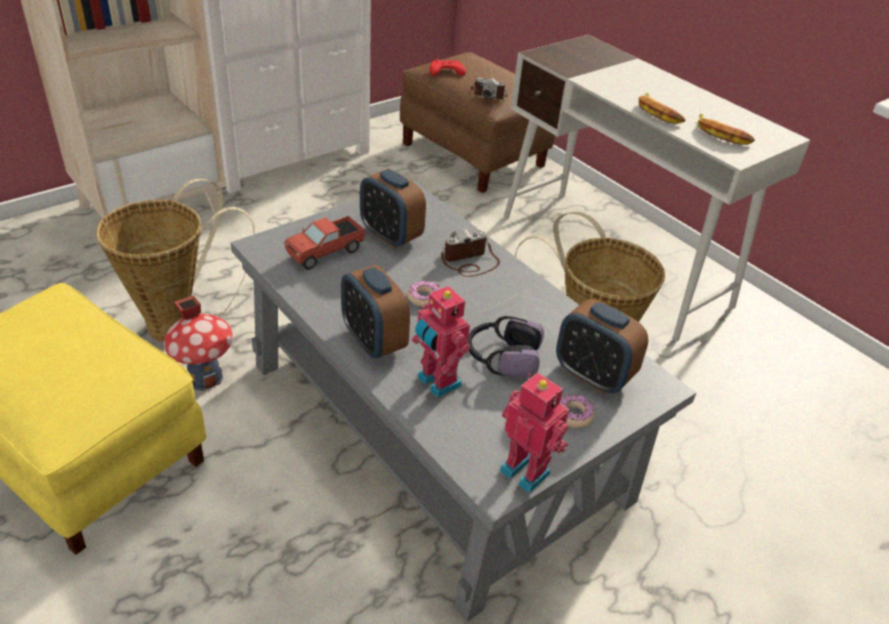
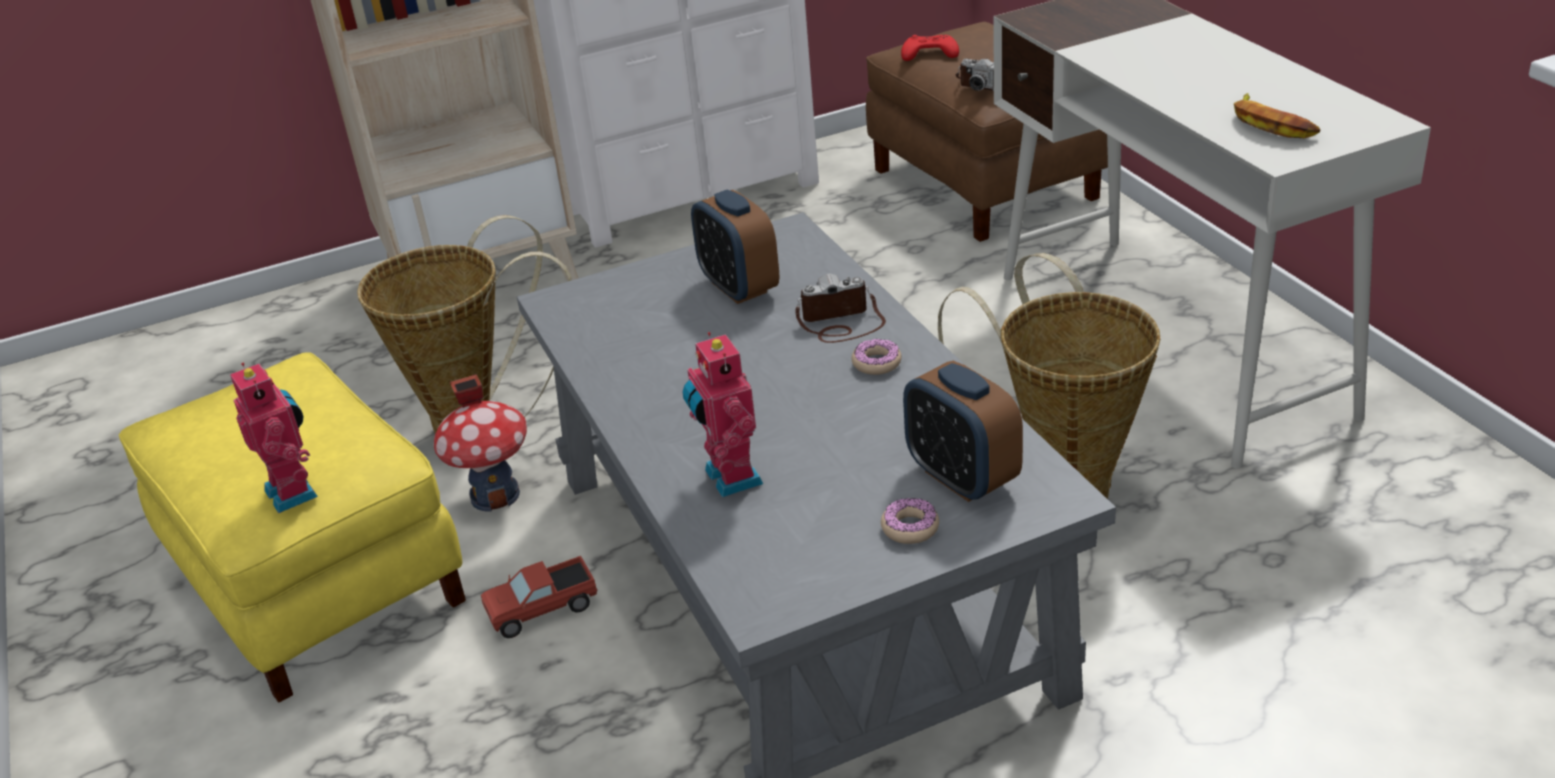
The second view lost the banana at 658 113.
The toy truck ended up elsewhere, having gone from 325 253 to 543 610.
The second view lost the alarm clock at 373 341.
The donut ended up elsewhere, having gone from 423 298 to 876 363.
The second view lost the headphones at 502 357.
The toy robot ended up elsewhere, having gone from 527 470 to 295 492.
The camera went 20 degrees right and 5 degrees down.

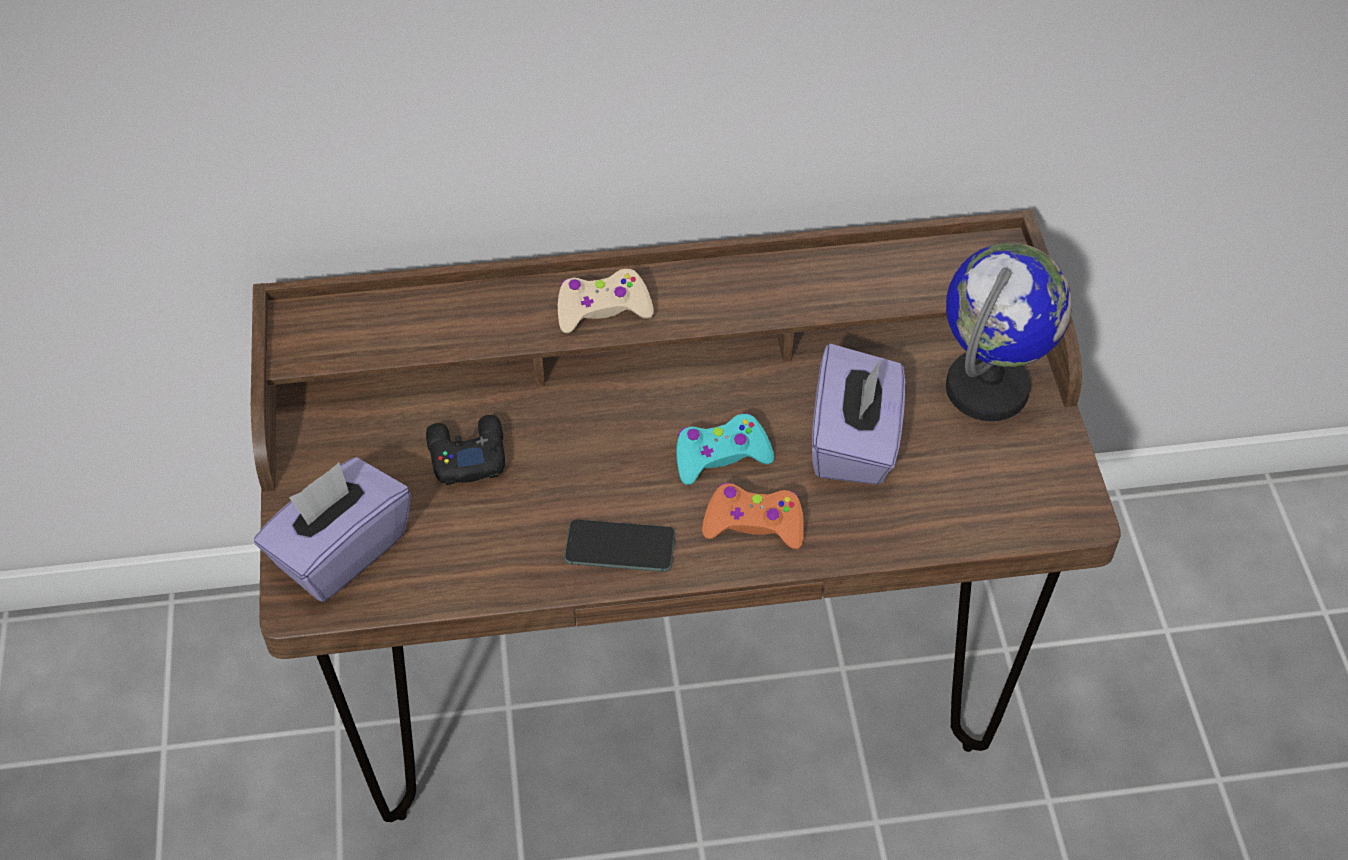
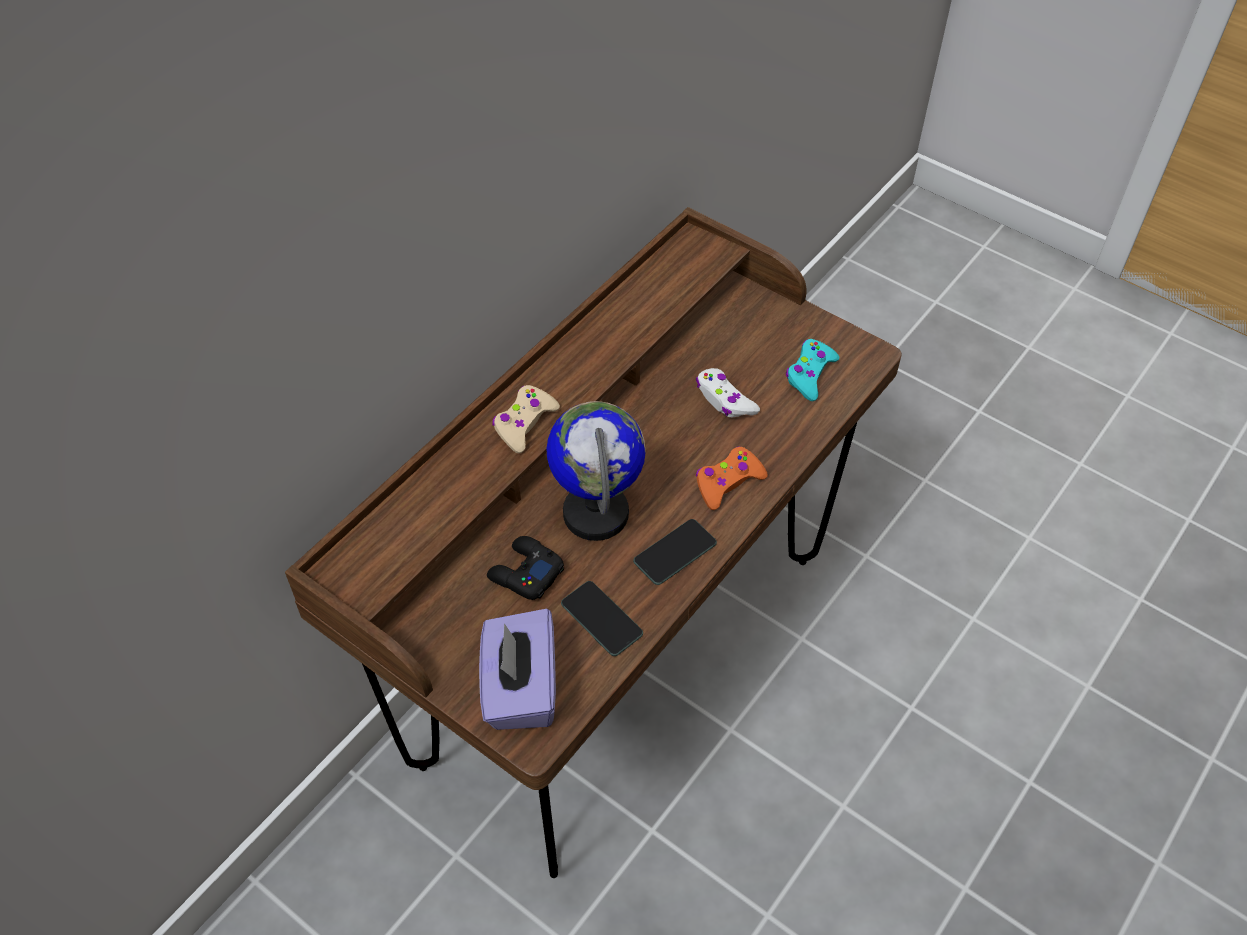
The globe ended up elsewhere, having gone from 988 388 to 596 513.
Where the tissue box in purple stood at 854 442, the game controller in white came to stand at 724 400.
The game controller in turquoise ended up elsewhere, having gone from 720 456 to 809 374.
The second view gained the phone at 601 619.
The camera went 45 degrees left and 0 degrees up.

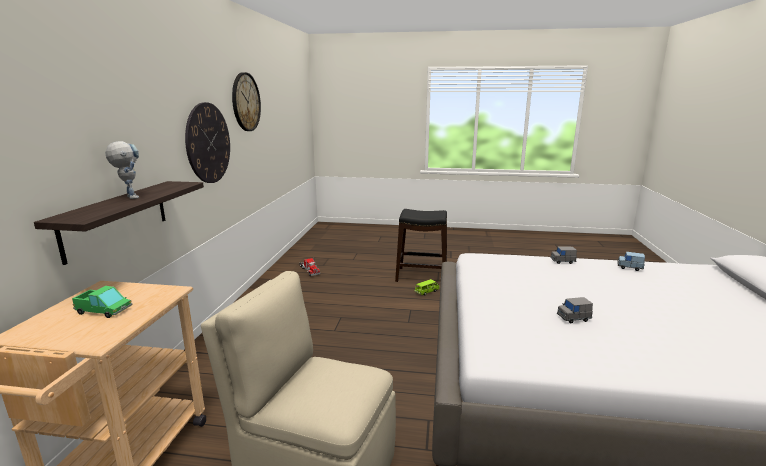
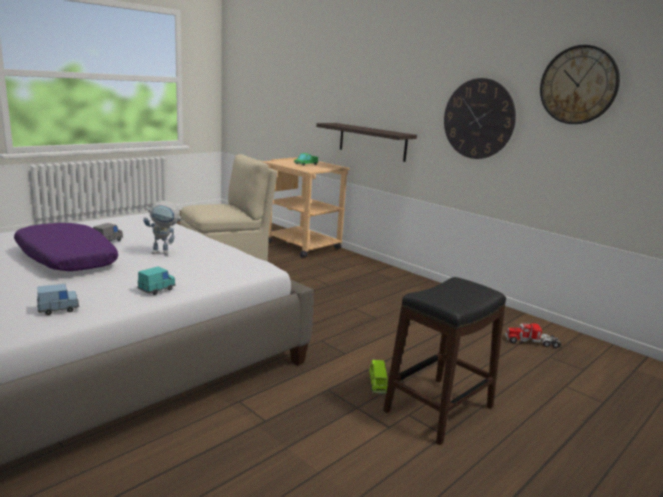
The toy robot ended up elsewhere, having gone from 130 196 to 165 252.
What was the toy car in grey at 562 261 turned into the toy car in turquoise at 157 289.
The second view gained the pillow in purple at 65 259.
The camera went 125 degrees right and 0 degrees up.

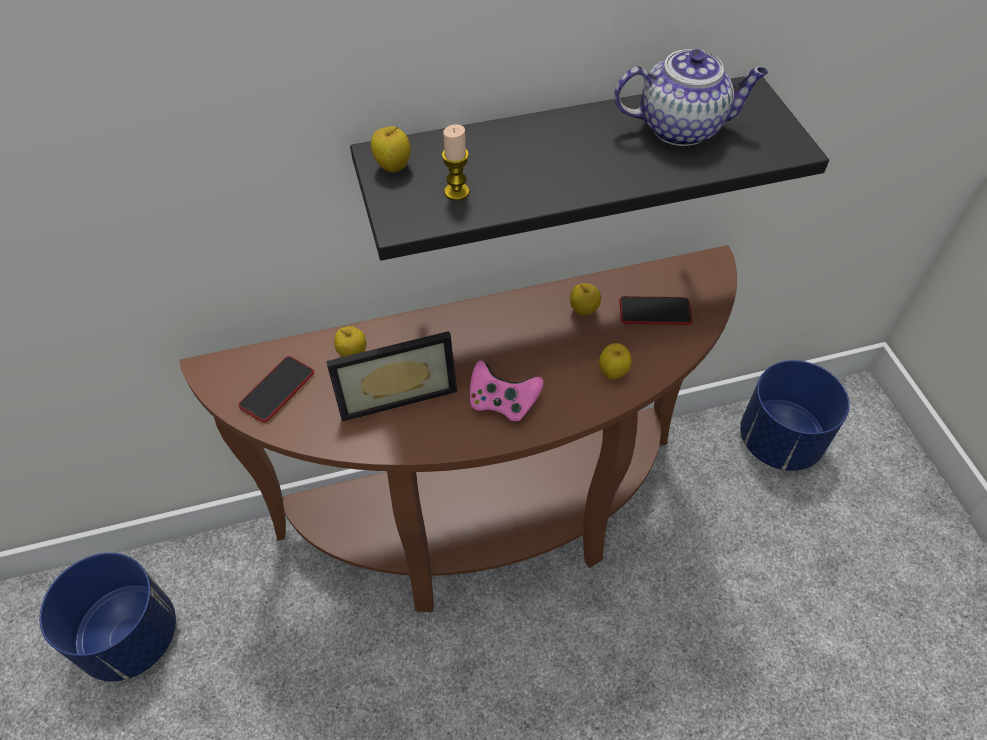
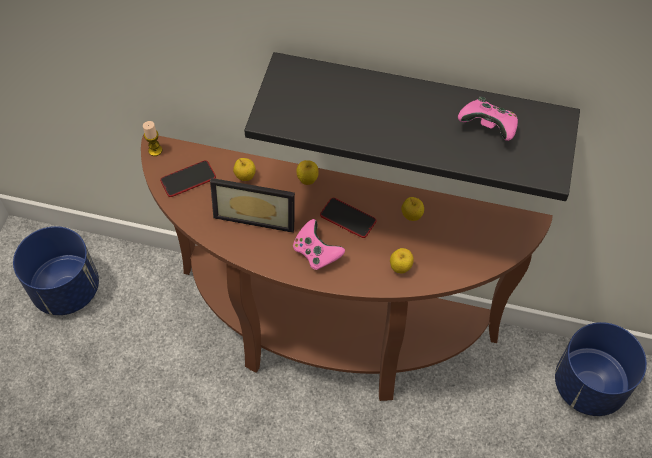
Where the teapot stood at 682 127, the game controller in pink came to stand at 488 128.
The candle ended up elsewhere, having gone from 457 192 to 155 150.
The apple ended up elsewhere, having gone from 393 167 to 307 180.
The phone ended up elsewhere, having gone from 655 311 to 348 218.
The camera went 30 degrees right and 5 degrees up.

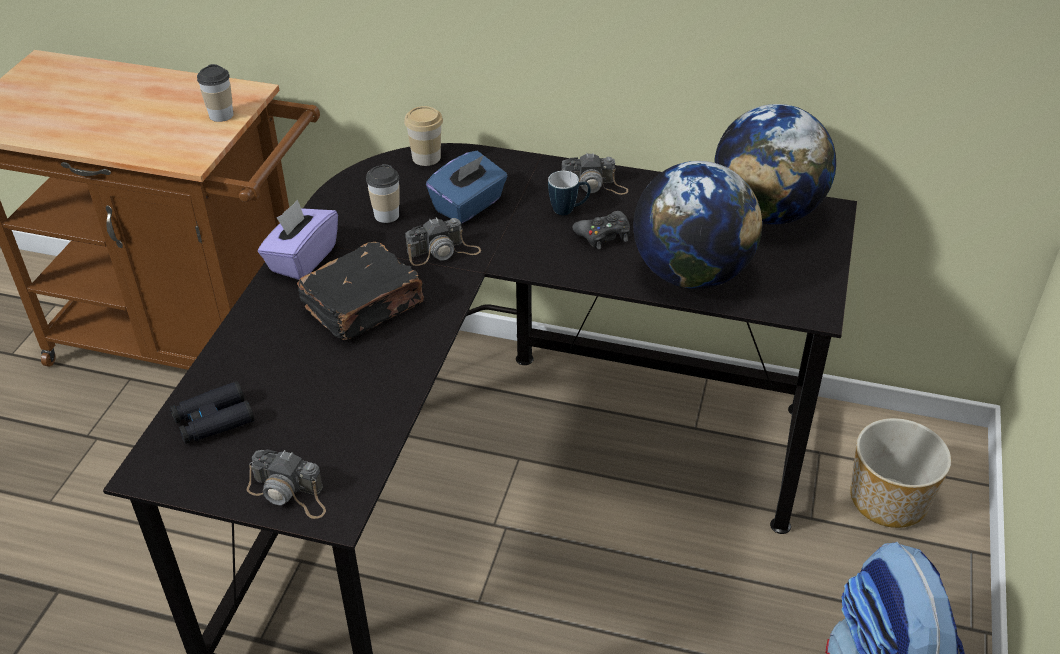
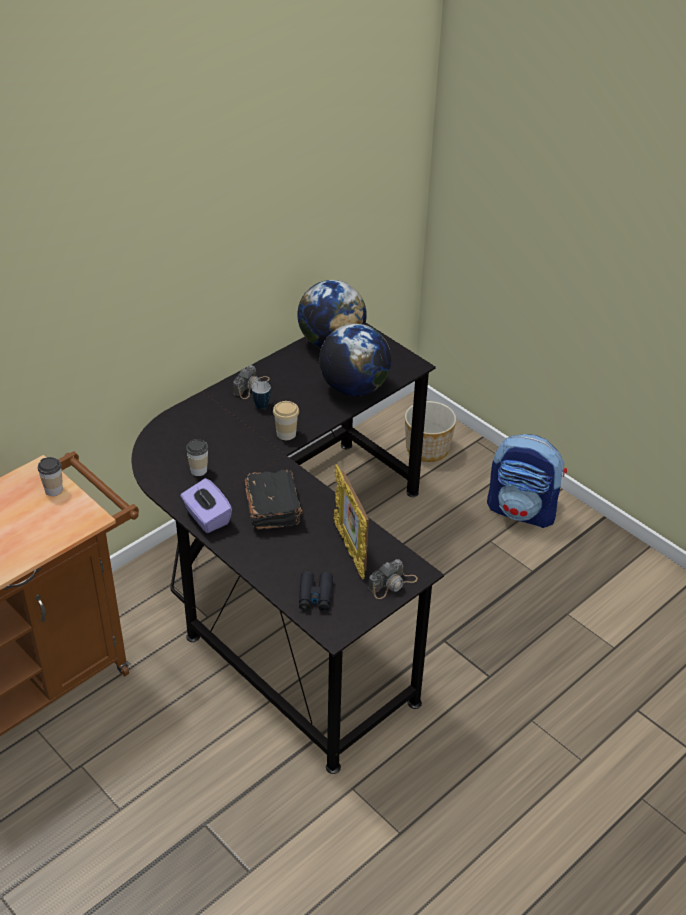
The cup ended up elsewhere, having gone from 426 157 to 286 434.
The second view lost the tissue box in blue at 469 205.
The second view lost the game controller in black at 604 235.
The second view lost the photo camera at 443 252.
The second view gained the picture frame at 350 550.
The camera went 60 degrees left and 0 degrees up.

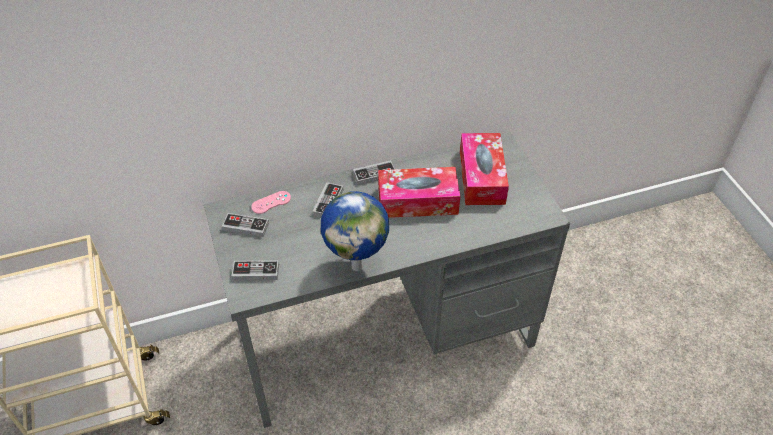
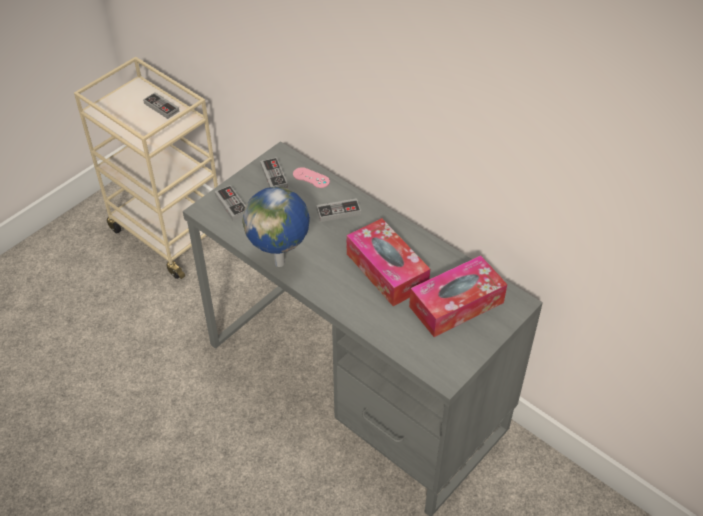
The game controller ended up elsewhere, having gone from 374 174 to 161 107.
The camera went 60 degrees right and 0 degrees up.

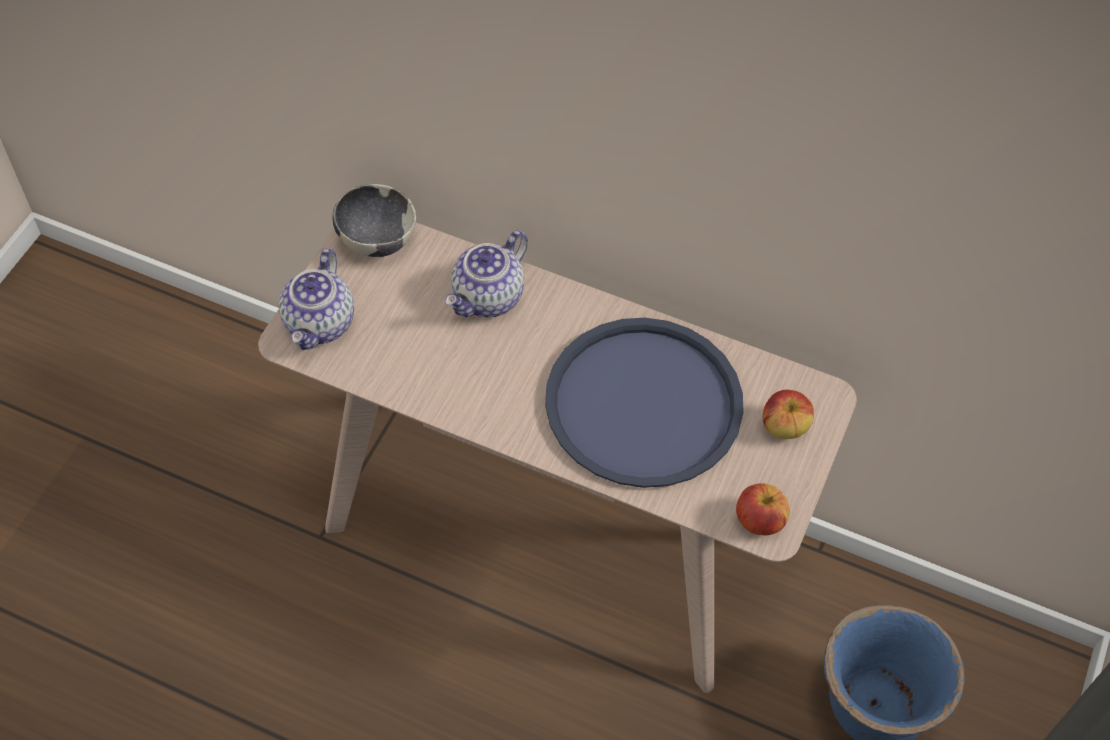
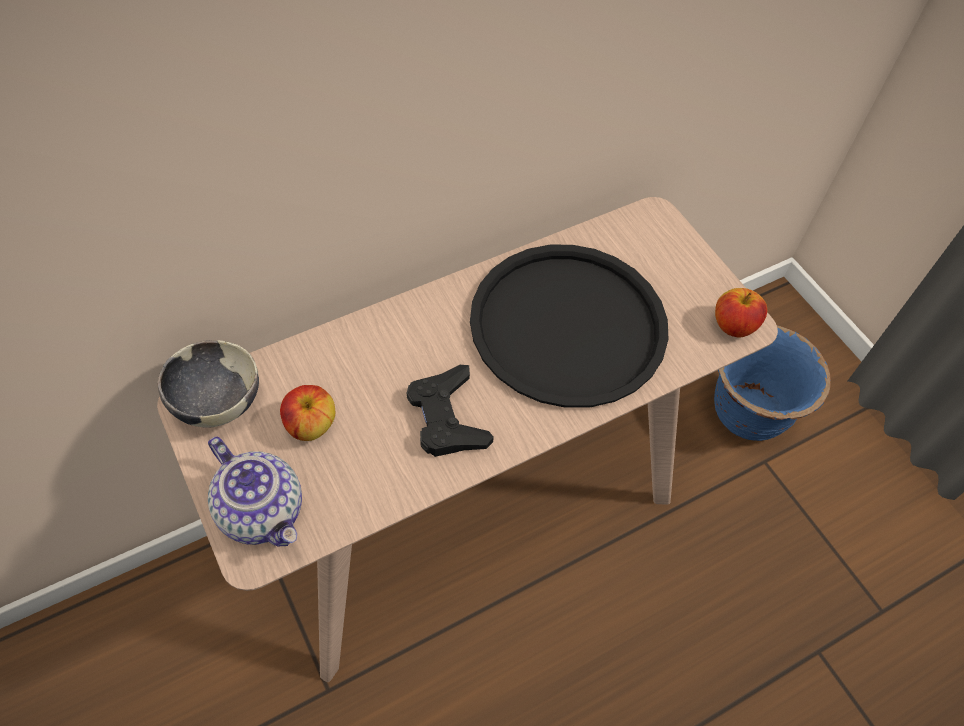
The second view lost the teapot at 488 298.
What was the tray in blue at 643 403 turned into the tray in black at 567 325.
The apple ended up elsewhere, having gone from 784 427 to 310 425.
The second view gained the game controller in black at 447 417.
The camera went 55 degrees left and 0 degrees up.

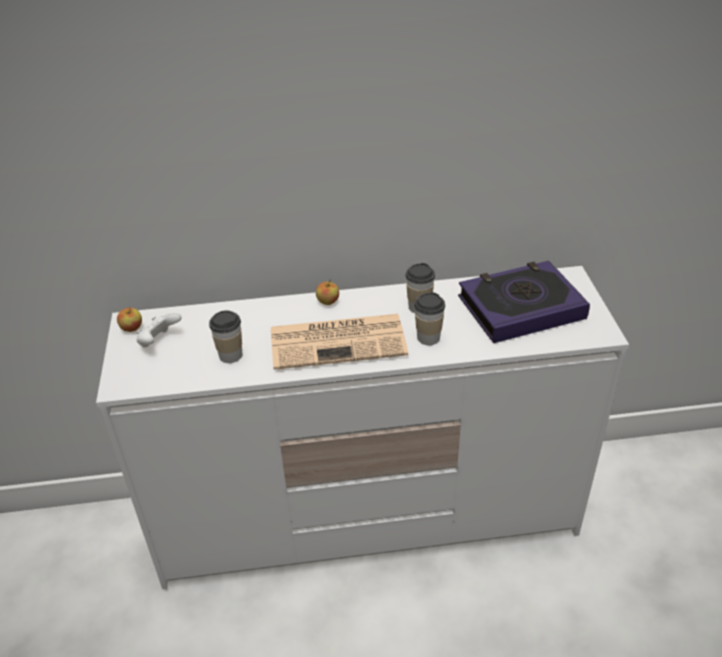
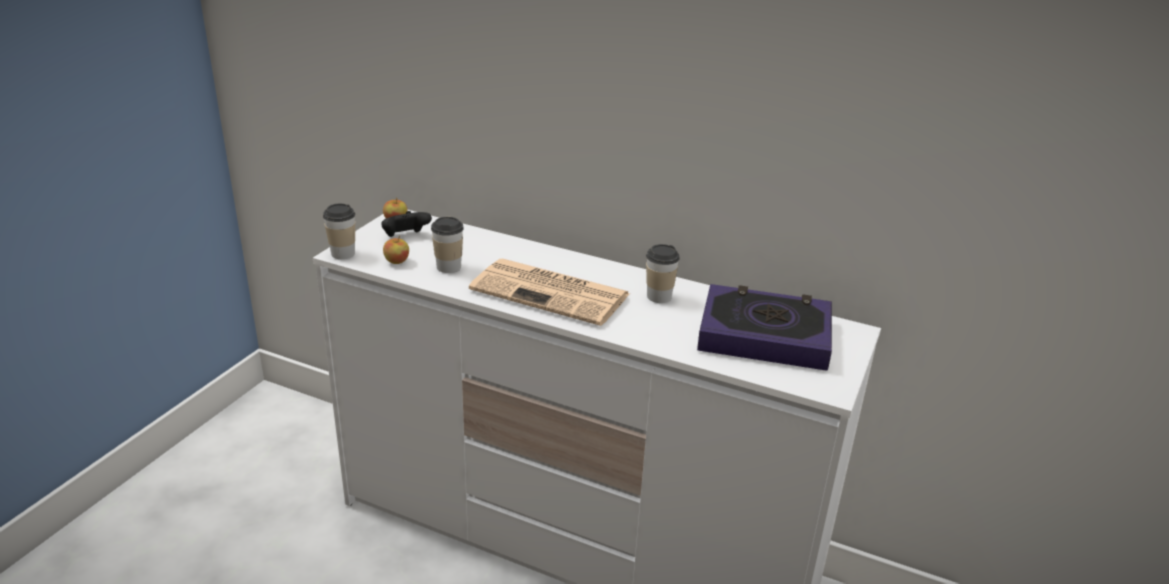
The apple ended up elsewhere, having gone from 328 302 to 397 261.
The cup ended up elsewhere, having gone from 428 337 to 343 253.
What was the game controller in white at 159 341 turned into the game controller in black at 405 237.
The camera went 30 degrees right and 10 degrees down.

